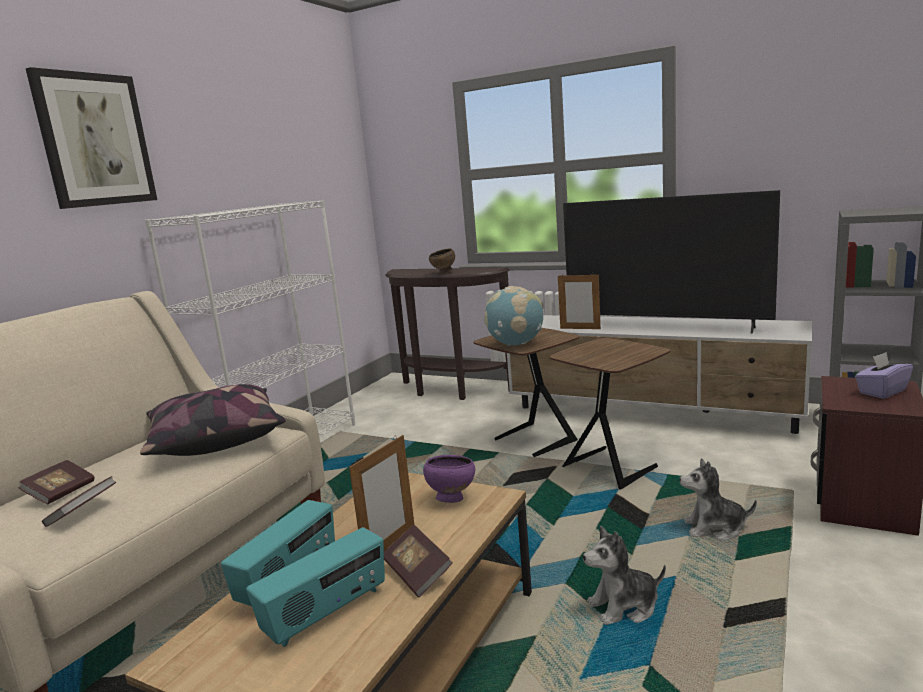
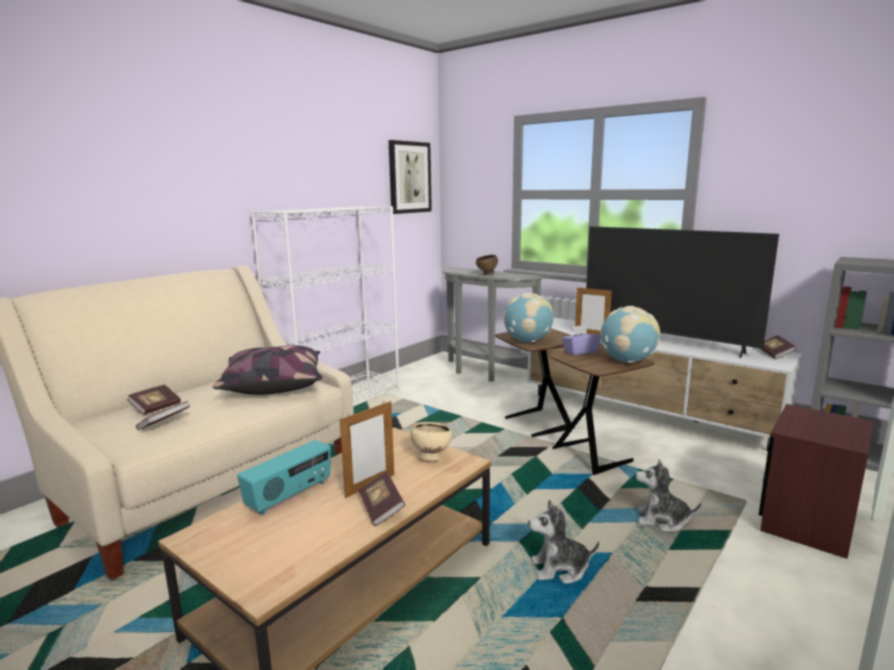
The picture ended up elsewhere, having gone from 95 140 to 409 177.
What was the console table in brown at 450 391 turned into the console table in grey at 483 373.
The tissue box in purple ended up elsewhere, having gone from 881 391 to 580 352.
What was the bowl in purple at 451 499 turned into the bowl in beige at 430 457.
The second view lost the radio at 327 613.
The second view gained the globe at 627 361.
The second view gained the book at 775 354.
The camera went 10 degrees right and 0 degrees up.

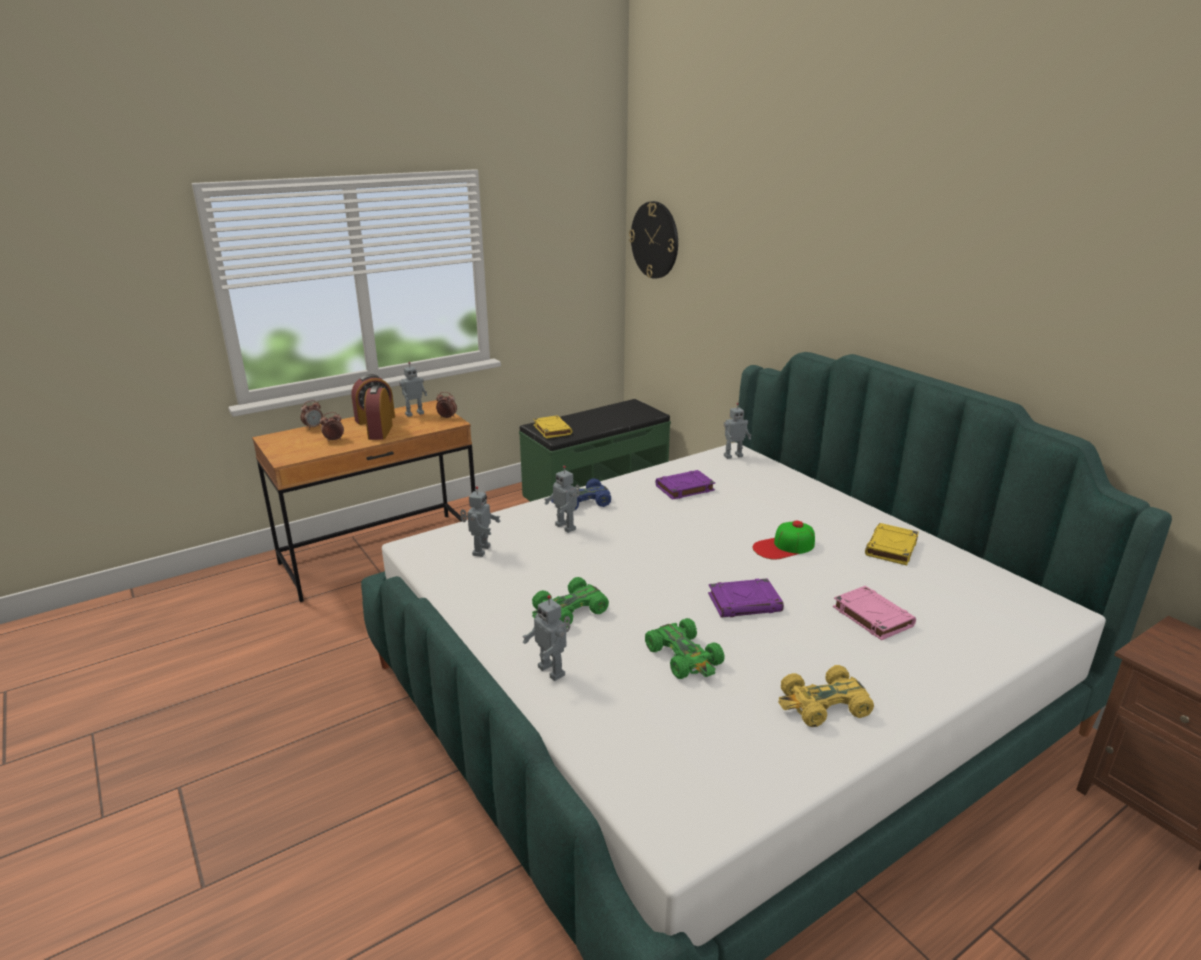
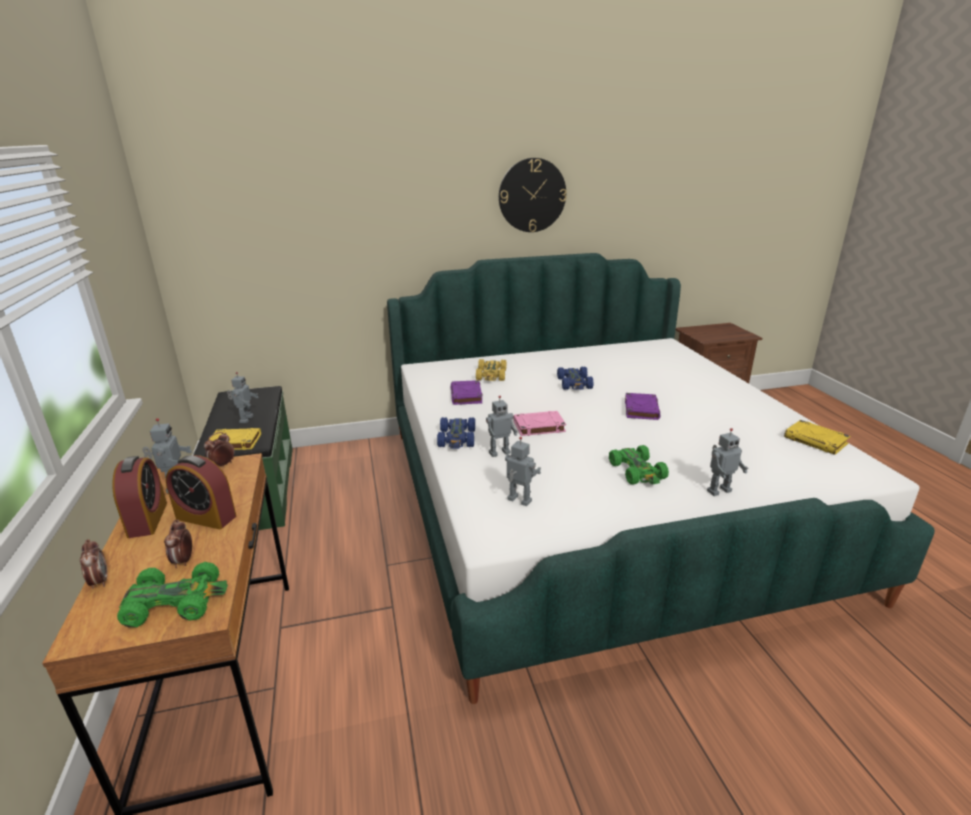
The wall clock ended up elsewhere, having gone from 655 240 to 532 195.
The toy robot ended up elsewhere, having gone from 732 455 to 245 419.
Where the cap stood at 784 546, the toy car in blue came to stand at 574 384.
The book in yellow ended up elsewhere, having gone from 891 548 to 816 441.
The book in pink ended up elsewhere, having gone from 871 616 to 538 427.
The toy car in green ended up elsewhere, having gone from 684 657 to 176 602.
The toy car in yellow ended up elsewhere, having gone from 823 705 to 491 375.
The camera went 70 degrees left and 0 degrees up.

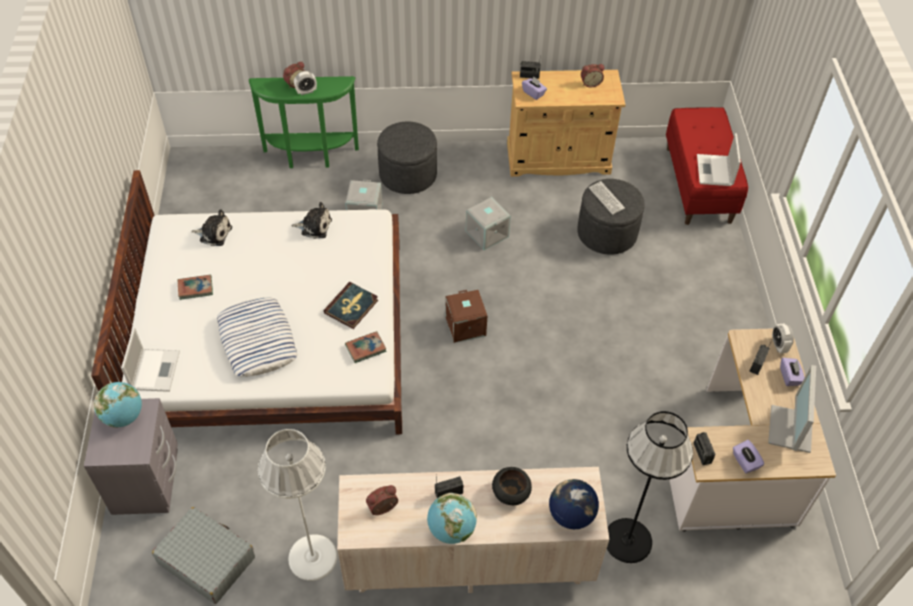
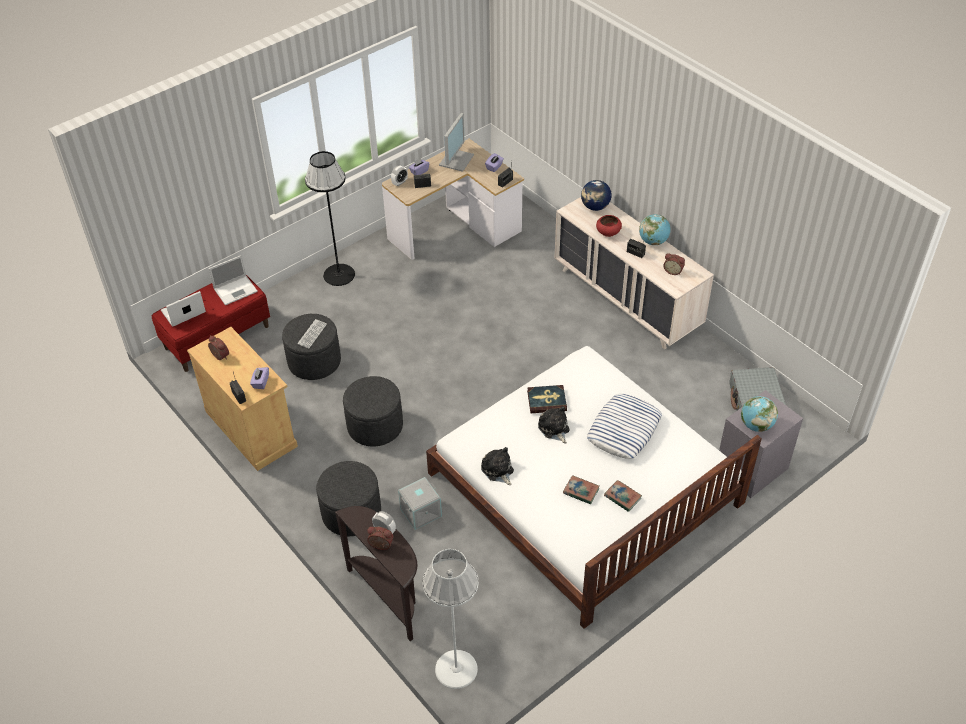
What was the console table in green at 311 157 turned into the console table in brown at 389 596.
Where the storage box in grey stood at 486 234, the ottoman in grey came to stand at 375 426.
The plush toy ended up elsewhere, having gone from 214 233 to 554 429.
The second view lost the storage box in brown at 464 326.
The laptop ended up elsewhere, having gone from 155 369 to 182 312.
The book ended up elsewhere, having gone from 365 348 to 581 491.
The monitor at 791 430 ended up facing another way, 45 degrees counterclockwise from before.
The floor lamp in black ended up elsewhere, having gone from 628 540 to 339 274.
The floor lamp in white ended up elsewhere, having gone from 312 557 to 456 669.
What was the bowl in black at 511 492 turned into the bowl in red at 608 232.
The camera went 125 degrees left and 5 degrees down.

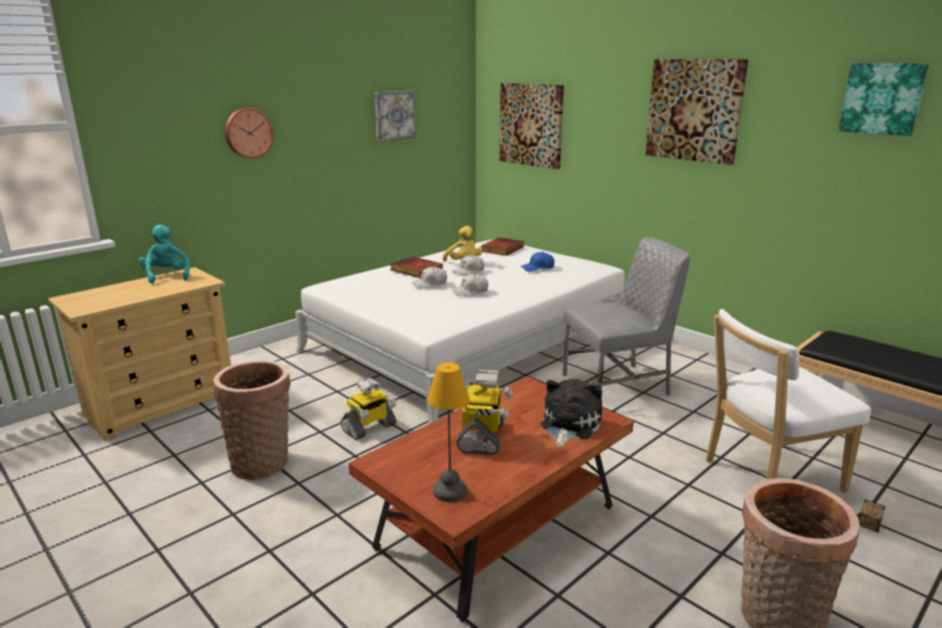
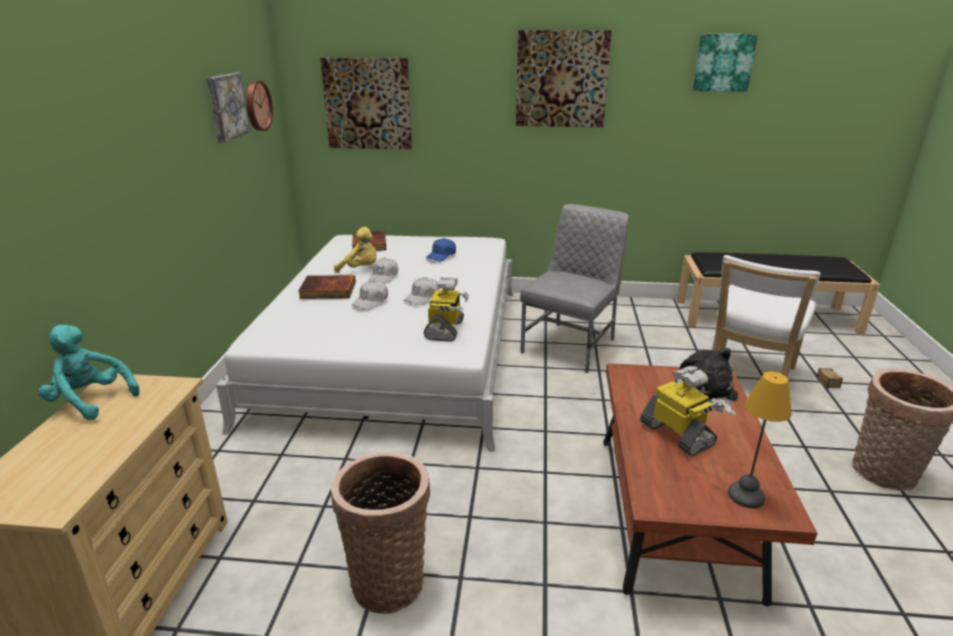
The wall clock ended up elsewhere, having gone from 248 133 to 257 106.
The toy robot ended up elsewhere, having gone from 369 428 to 445 330.
The camera went 40 degrees left and 5 degrees up.

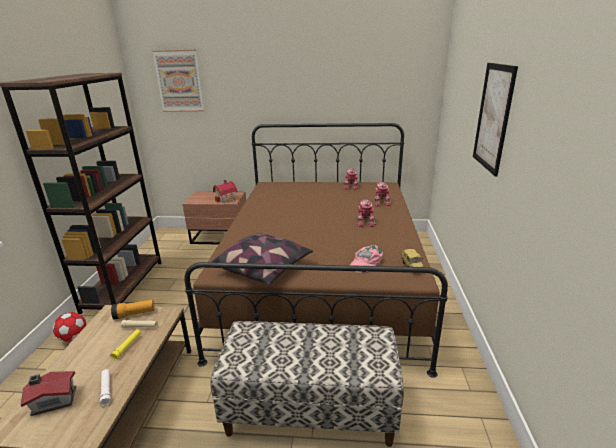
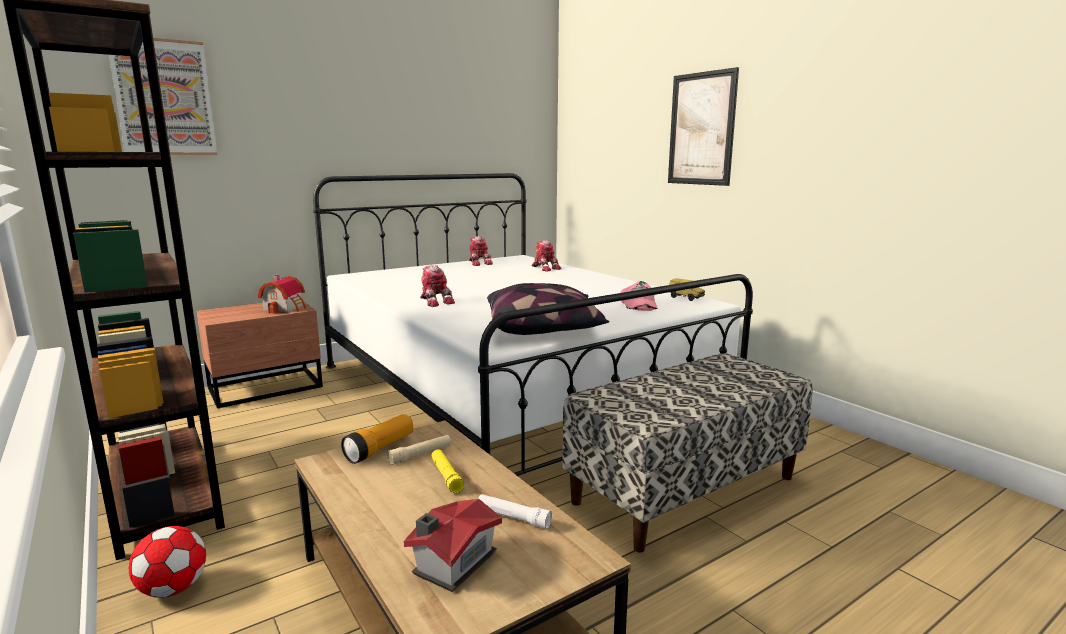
What was the bed in brown at 322 282 turned into the bed in white at 511 390.
The toy robot ended up elsewhere, having gone from 365 222 to 435 301.
The camera went 40 degrees left and 10 degrees down.

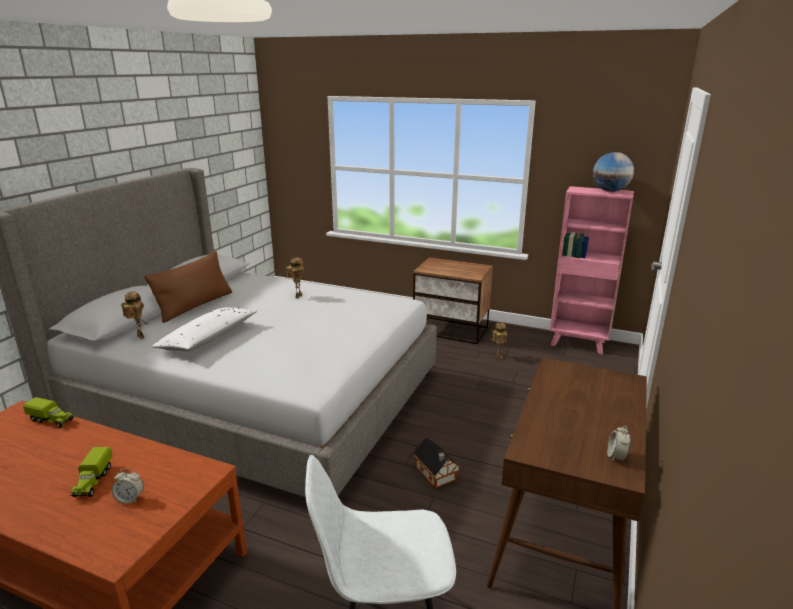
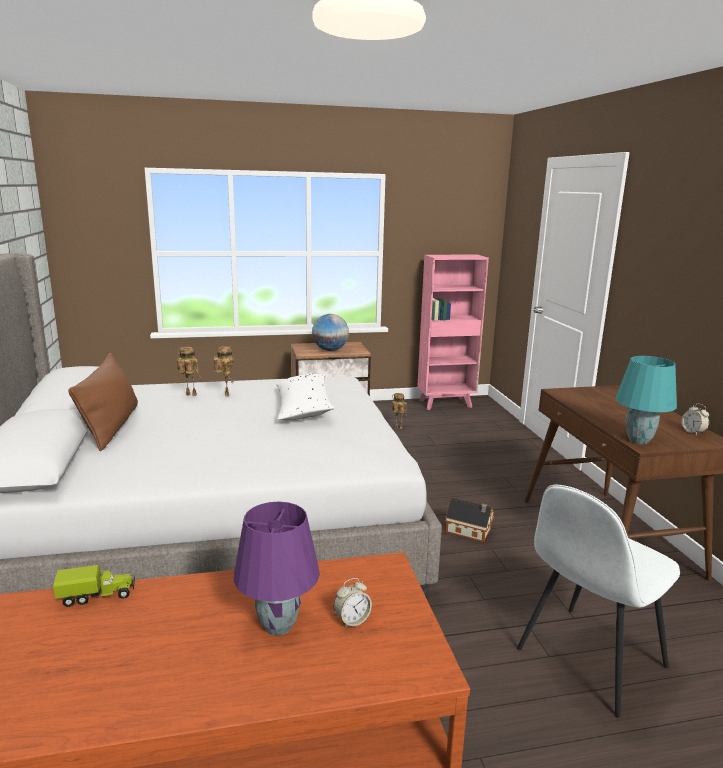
The globe ended up elsewhere, having gone from 610 191 to 330 350.
The toy robot ended up elsewhere, having gone from 139 337 to 189 395.
The pillow in white ended up elsewhere, having gone from 208 338 to 303 407.
Where the toy truck stood at 93 481, the table lamp in purple came to stand at 278 625.
The second view gained the table lamp in turquoise at 638 441.
The camera went 35 degrees left and 5 degrees down.

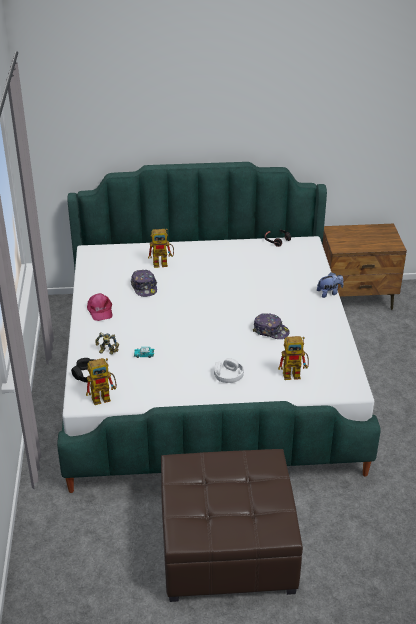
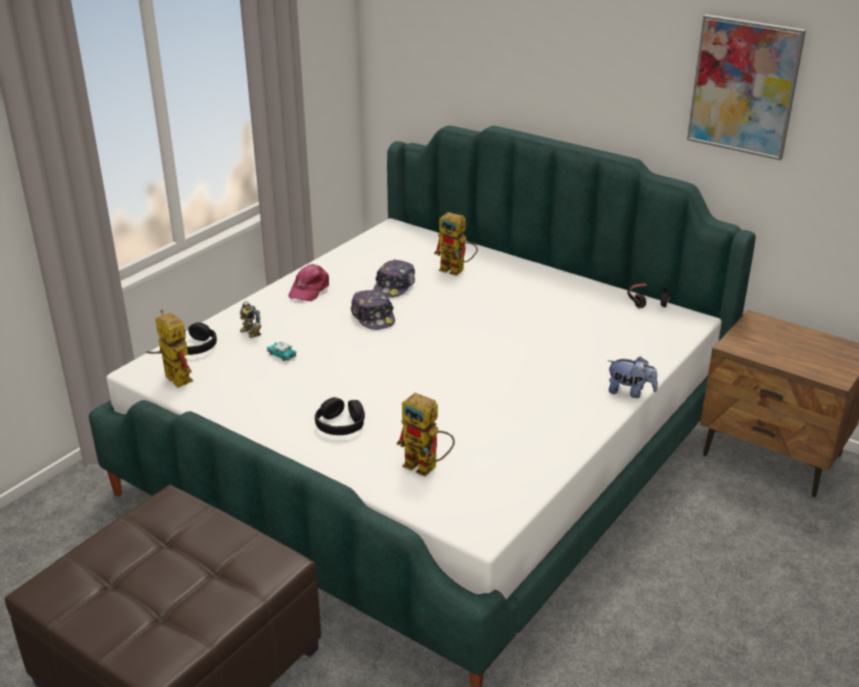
The cap ended up elsewhere, having gone from 270 331 to 373 317.
The toy robot at 104 397 ended up facing another way, 150 degrees counterclockwise from before.
What was the headphones in white at 228 375 turned into the headphones in black at 340 424.
The second view gained the picture at 744 87.
The camera went 40 degrees right and 5 degrees down.

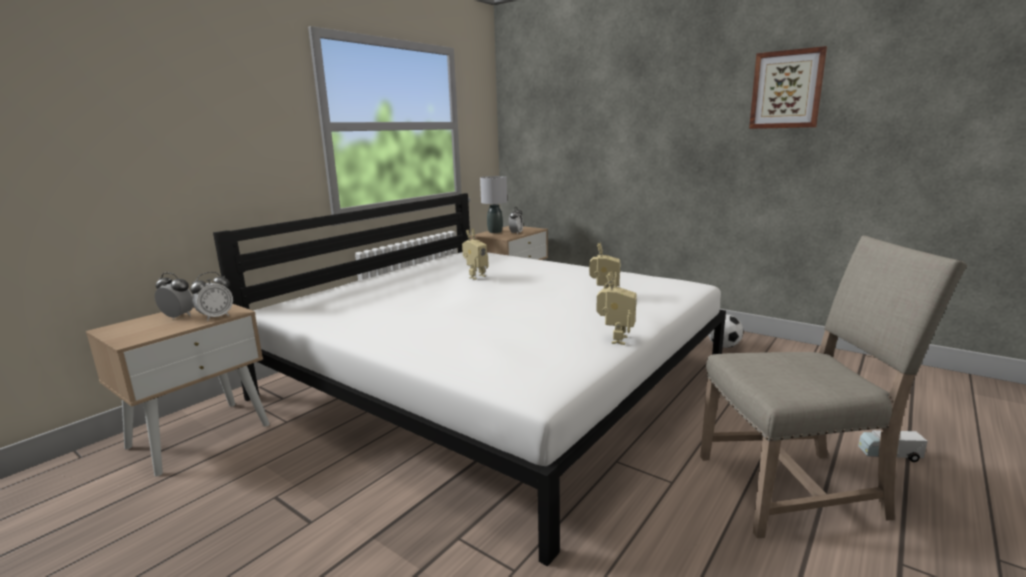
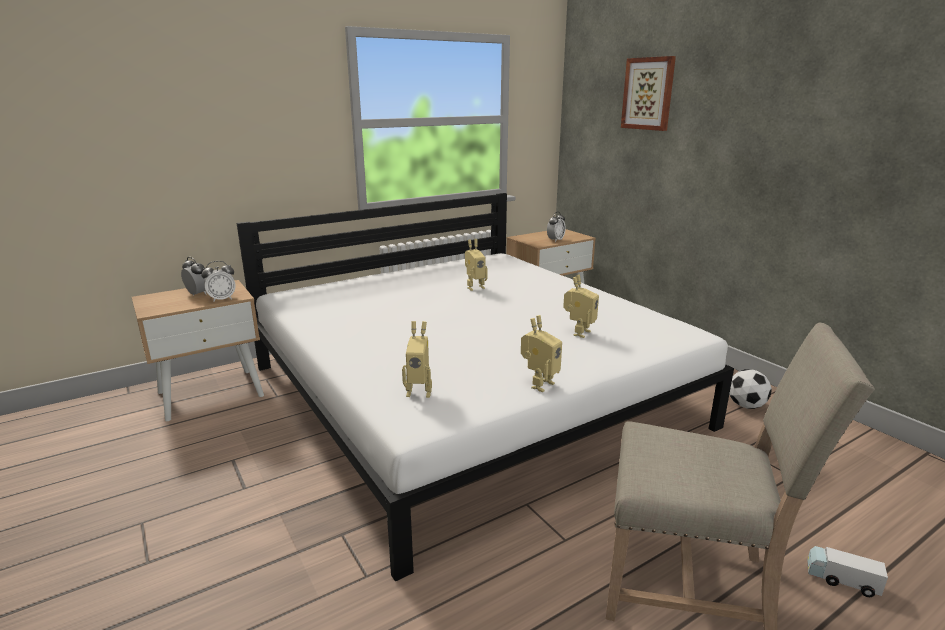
The picture ended up elsewhere, having gone from 786 89 to 648 94.
The second view lost the table lamp in grey at 495 232.
The second view gained the toy robot at 419 391.
The camera went 20 degrees right and 5 degrees up.

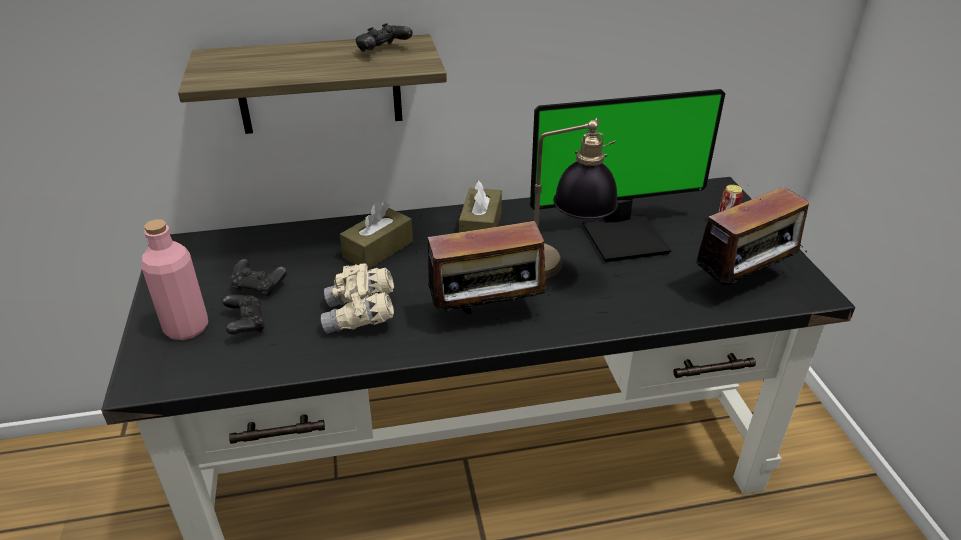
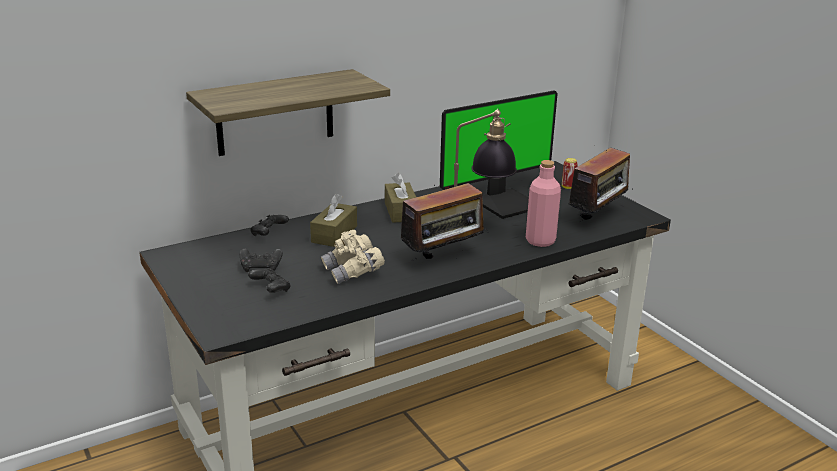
The game controller in black ended up elsewhere, having gone from 383 51 to 268 233.
The bottle in pink ended up elsewhere, having gone from 186 328 to 540 241.
The camera went 20 degrees left and 10 degrees down.

